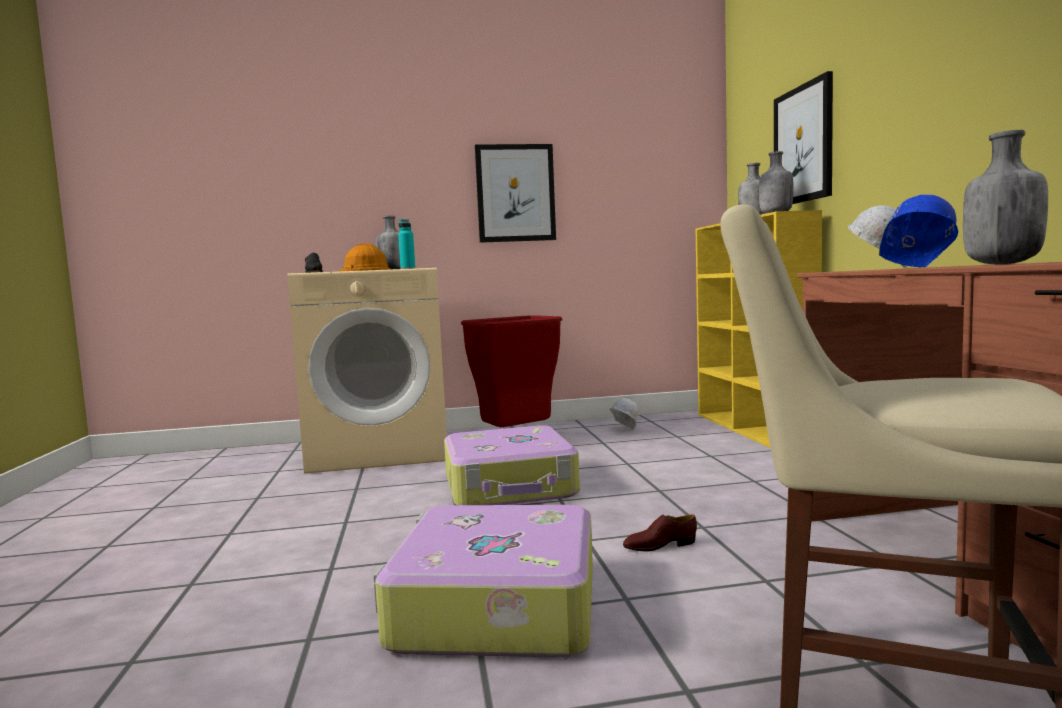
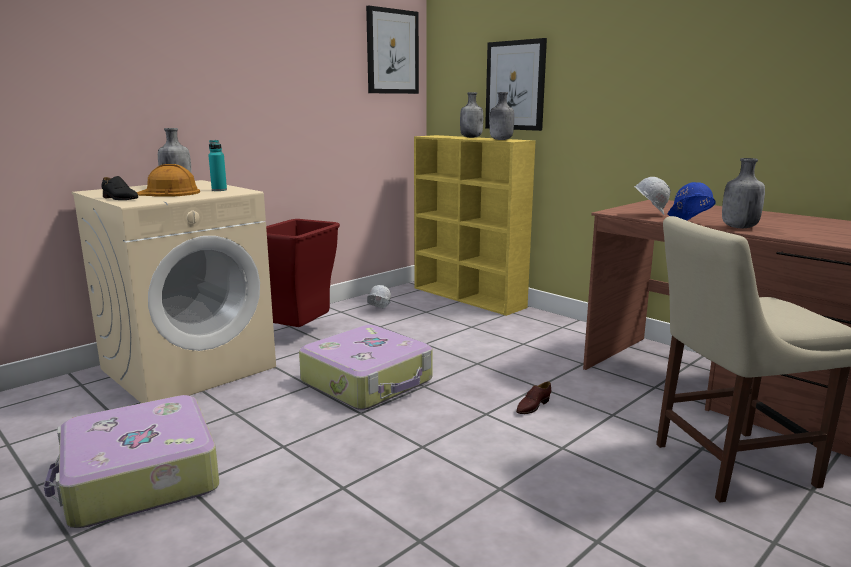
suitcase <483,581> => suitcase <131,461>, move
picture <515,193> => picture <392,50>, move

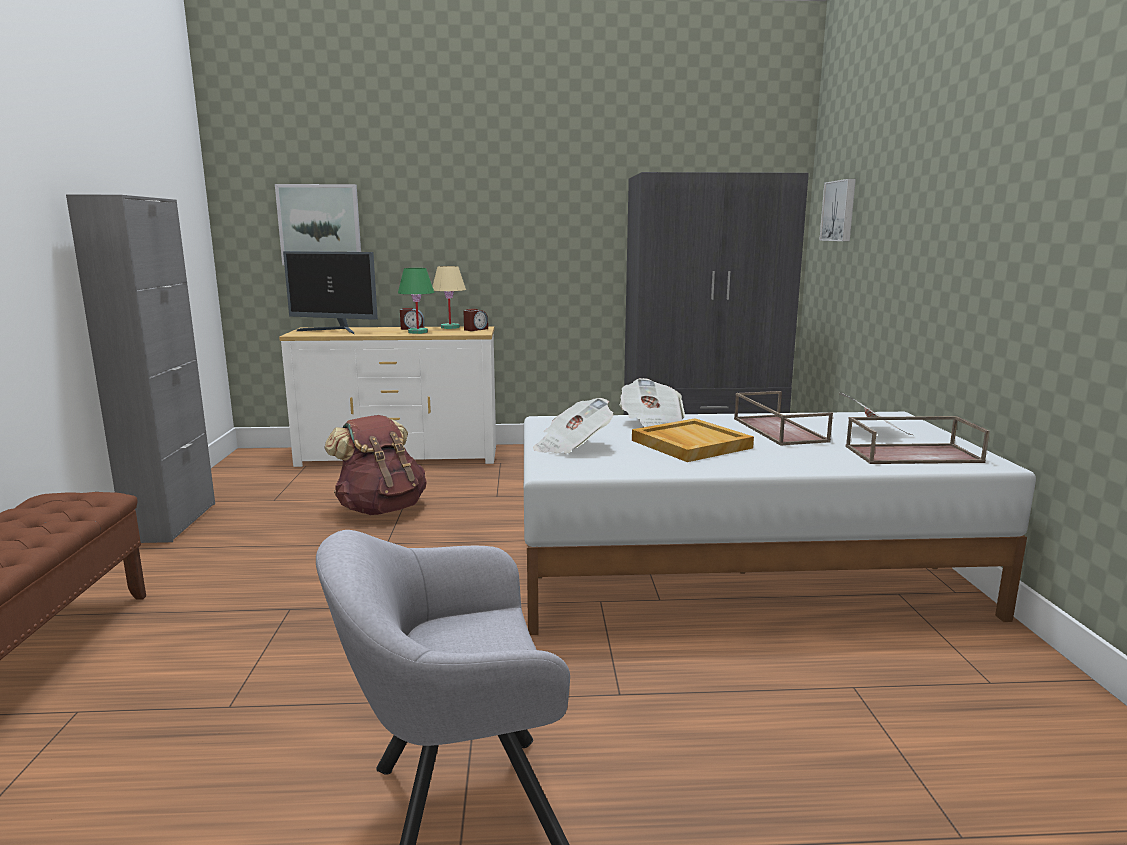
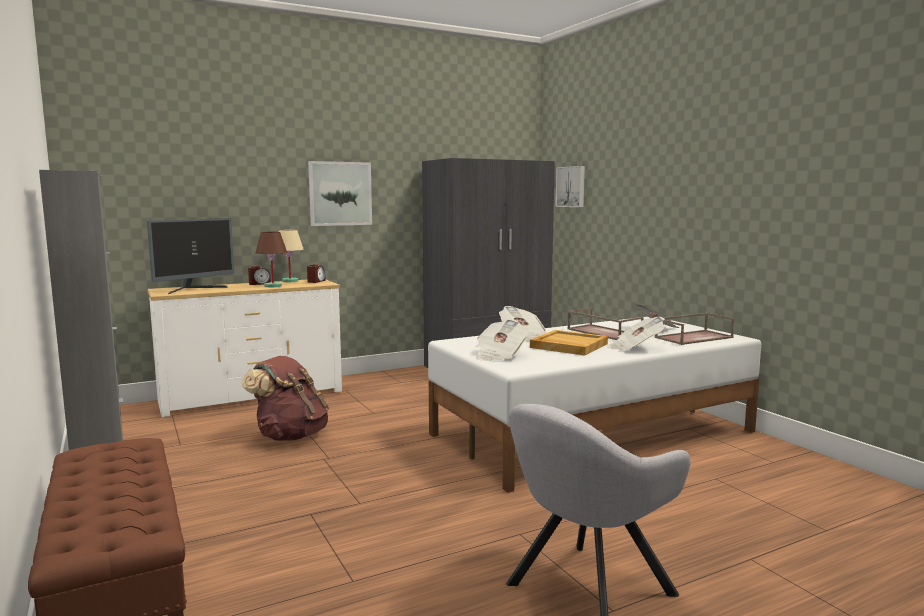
monitor <330,292> => monitor <190,256>, 45 degrees counterclockwise
green table lamp <416,301> => brown table lamp <271,259>
picture <318,224> => picture <340,193>, move
nothing => newspaper <636,333>

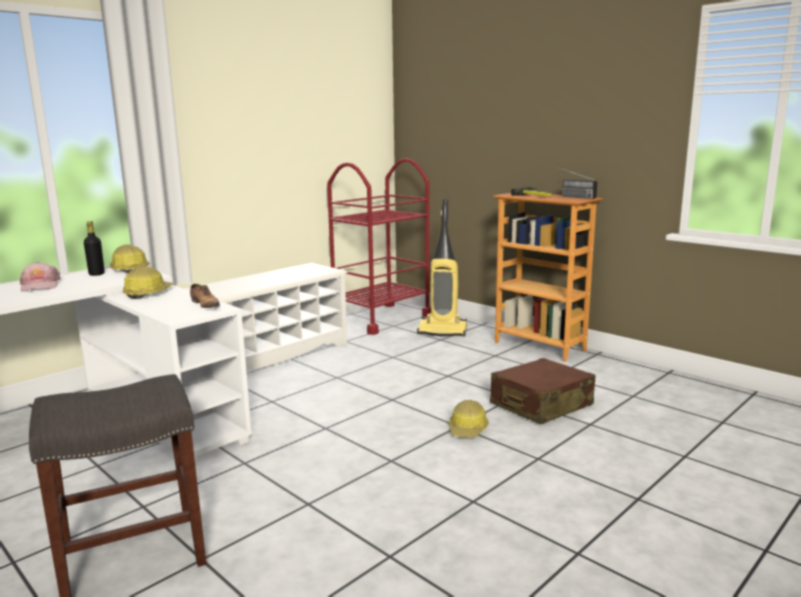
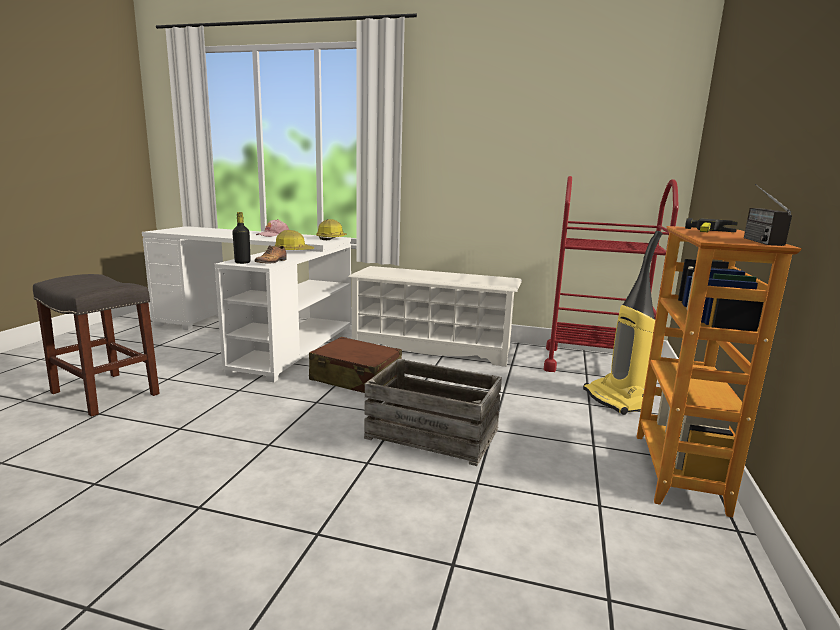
black bottle <94,248> => black bottle <241,238>, move
brown suitcase <542,391> => brown suitcase <355,365>, move
nothing => crate <433,412>
hard hat <469,419> => nothing

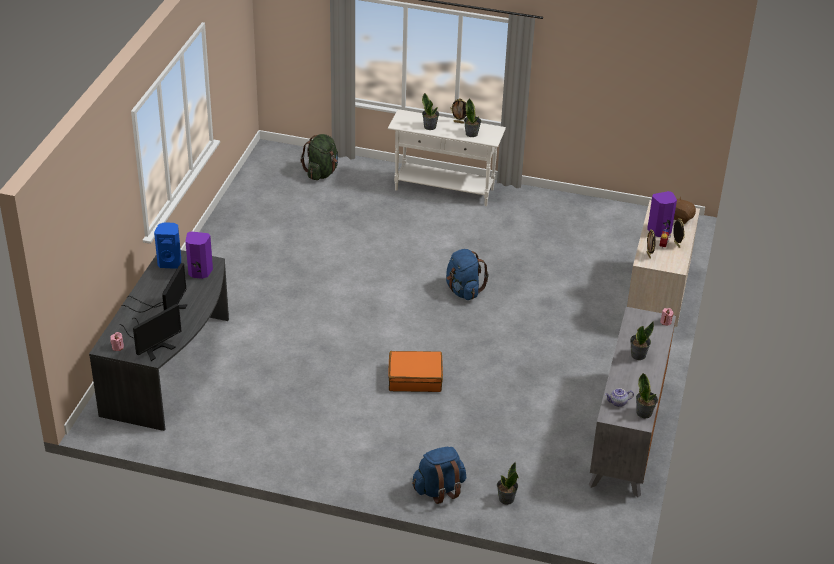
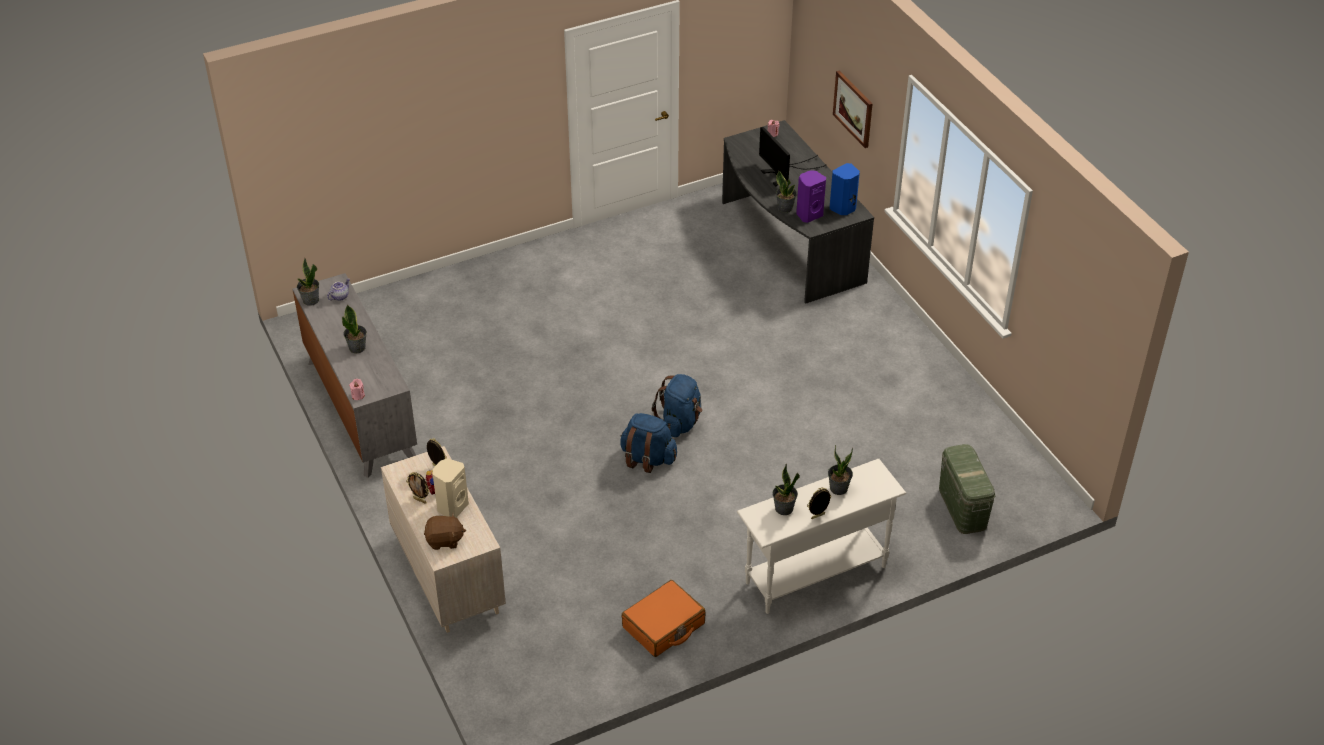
purple speaker <662,214> => beige speaker <451,488>
orange suitcase <415,371> => orange suitcase <663,618>, move
blue backpack <439,475> => blue backpack <677,405>, move
potted plant <508,483> => potted plant <786,191>, move
nothing => picture <852,109>
green backpack <319,157> => green storage box <967,489>
monitor <150,332> => nothing

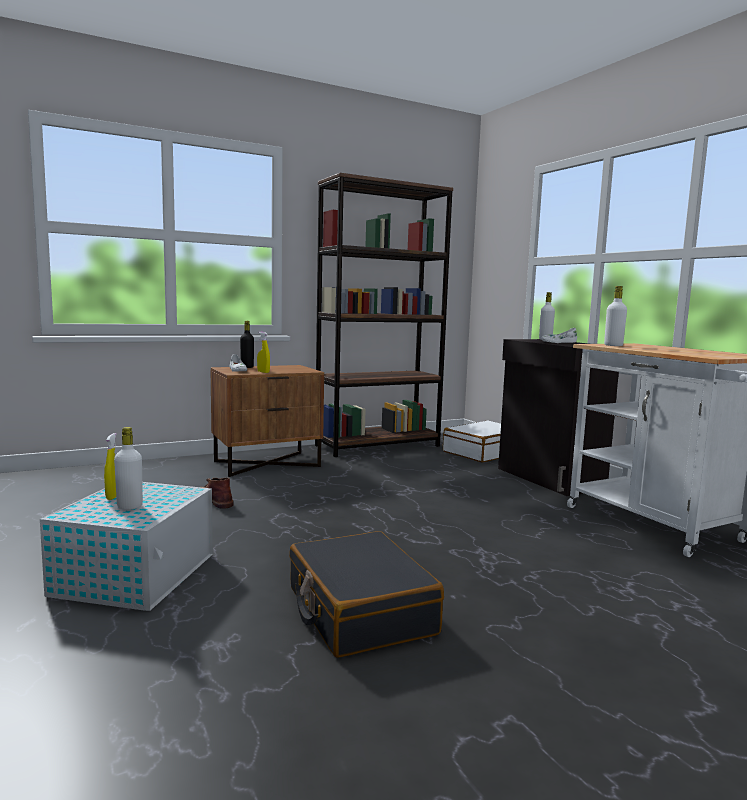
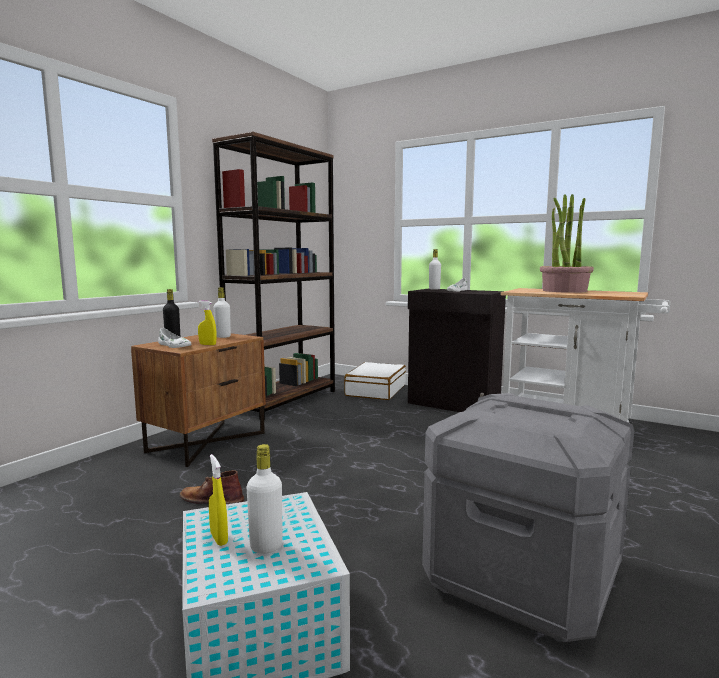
white bottle <615,316> => white bottle <222,312>, move
black suitcase <366,594> => grey storage box <528,517>
nothing => potted plant <567,243>

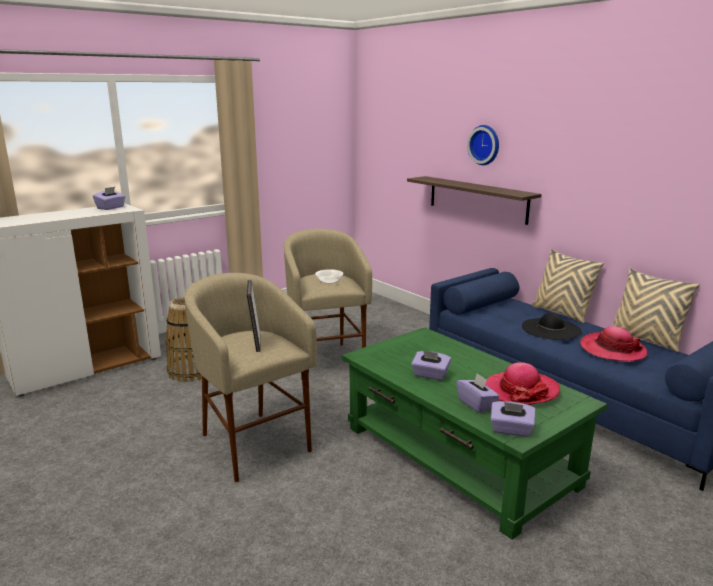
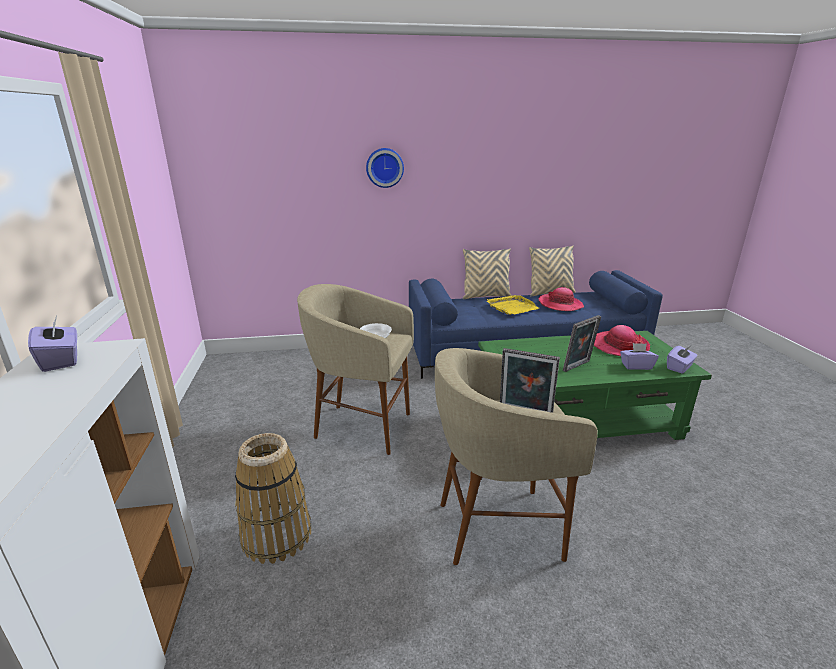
black hat <552,326> => yellow tray <513,305>
purple tissue box <431,365> => picture frame <582,343>
shelf <474,200> => nothing

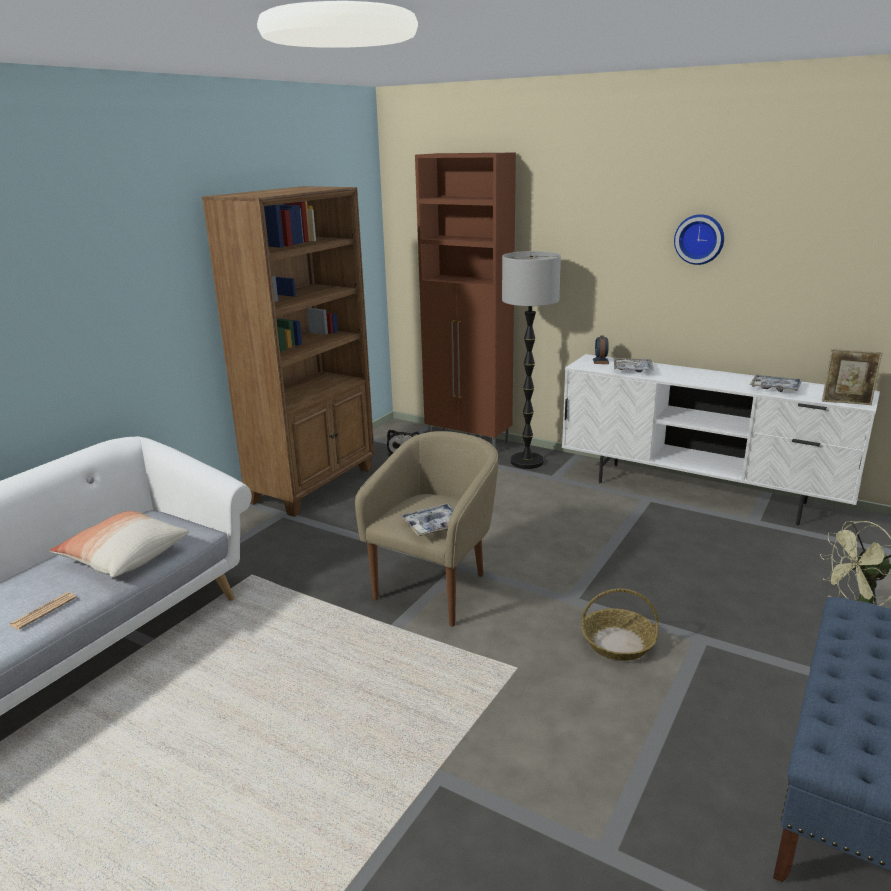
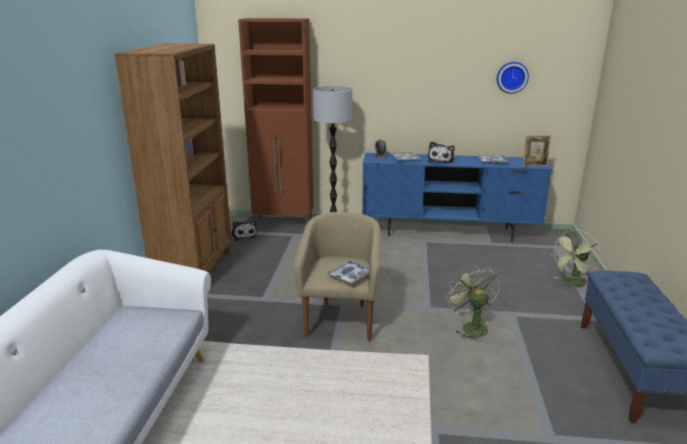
white tv stand <721,440> => blue tv stand <457,197>
nothing => plush toy <441,153>
basket <620,625> => green fan <473,303>
wall clock <699,239> => wall clock <513,78>, move
newspaper <43,611> => nothing
pillow <119,544> => nothing

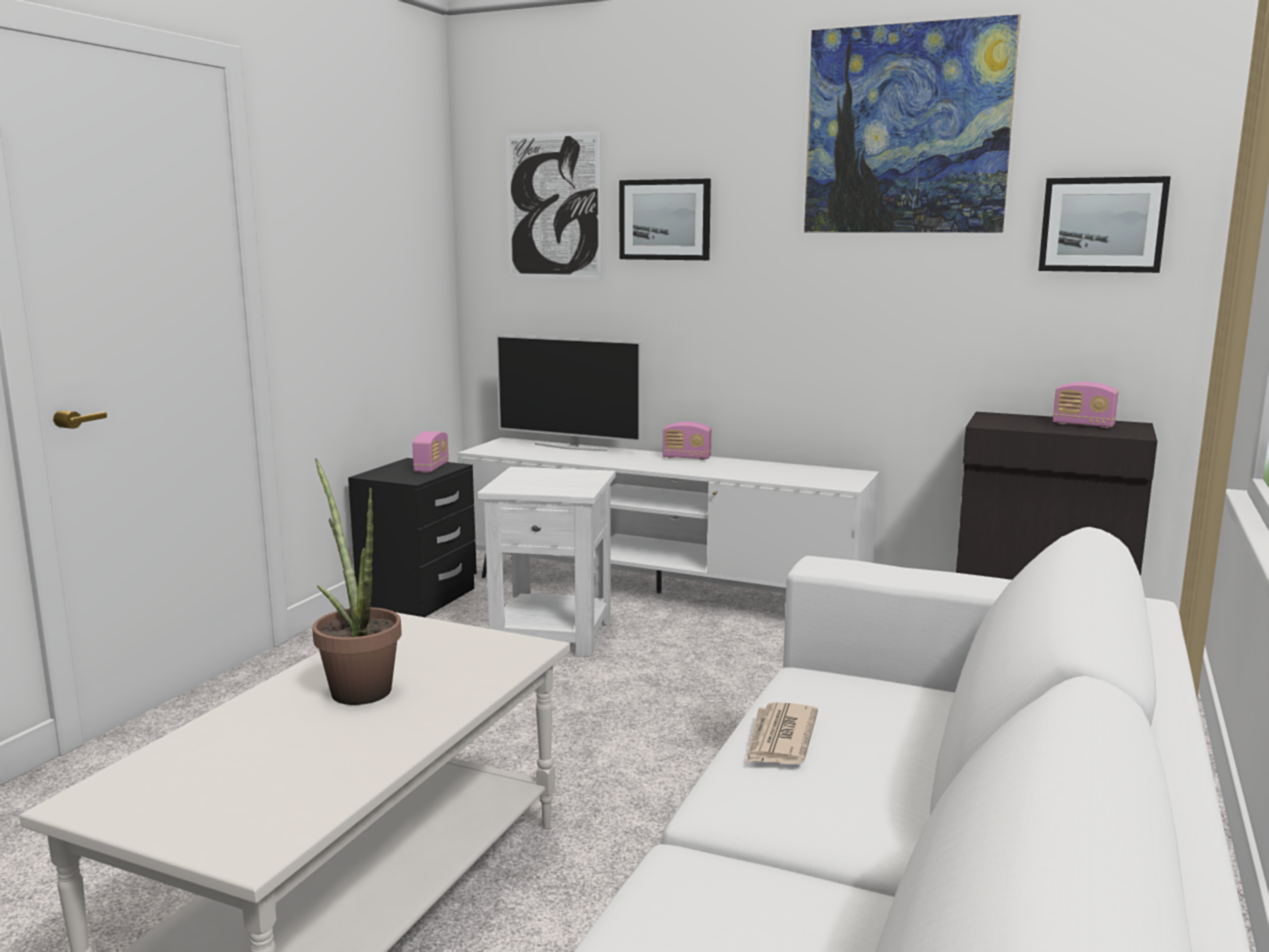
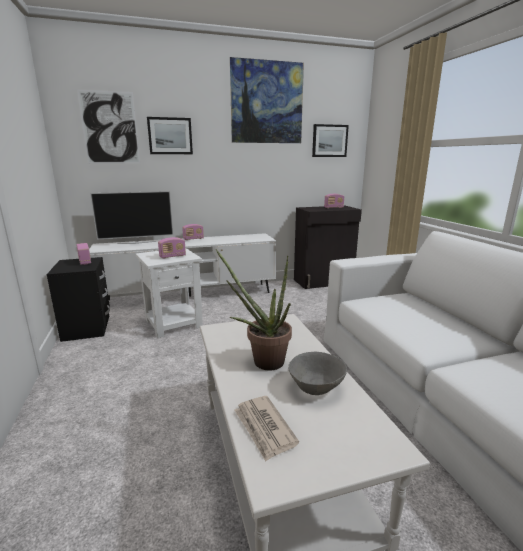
nothing => radio <172,247>
newspaper <782,733> => newspaper <266,428>, move
nothing => grey bowl <317,373>

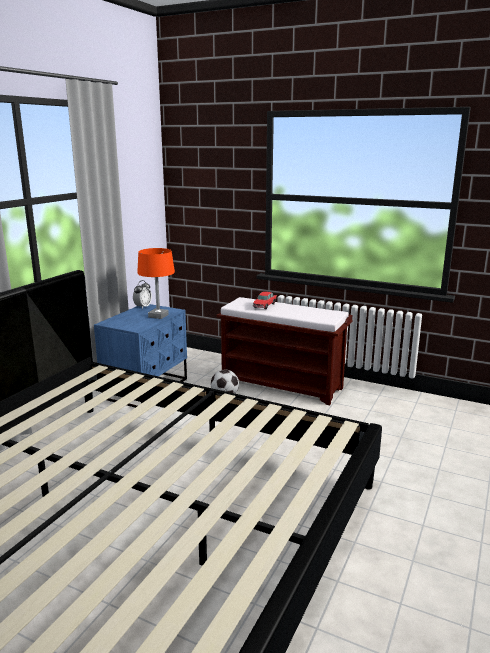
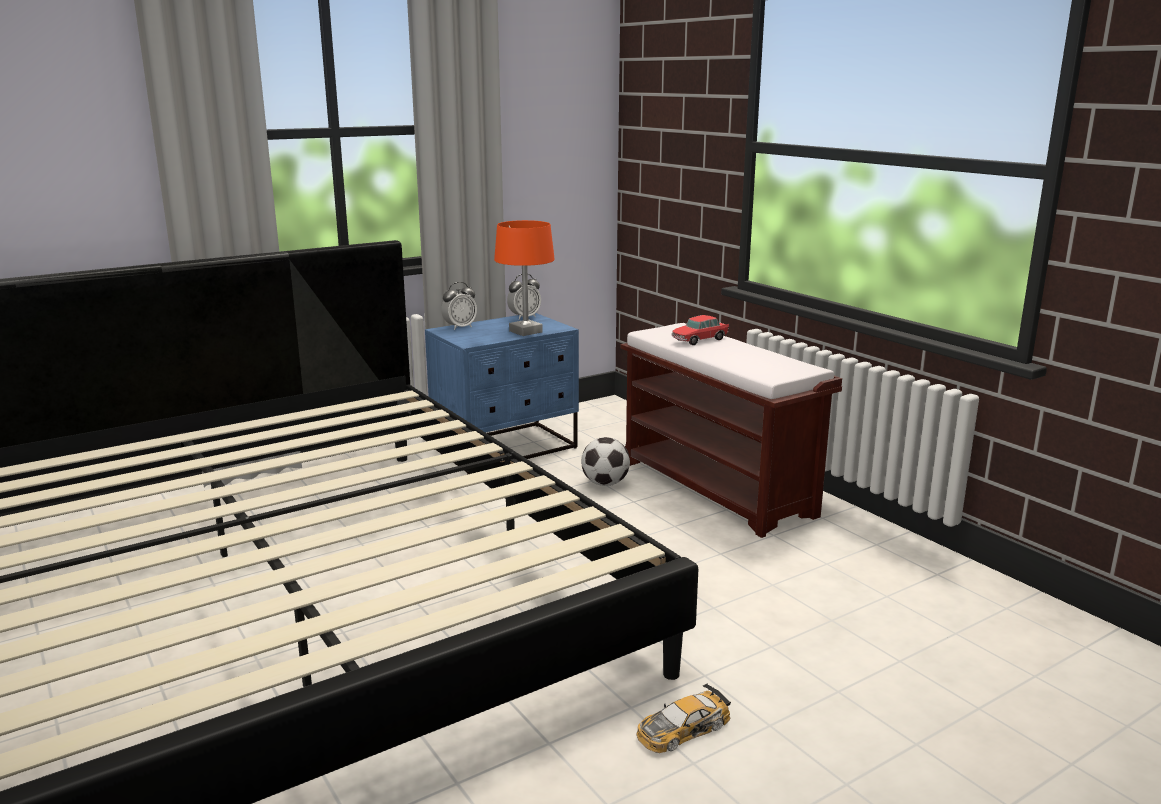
nothing => alarm clock <459,306>
nothing => toy car <683,718>

